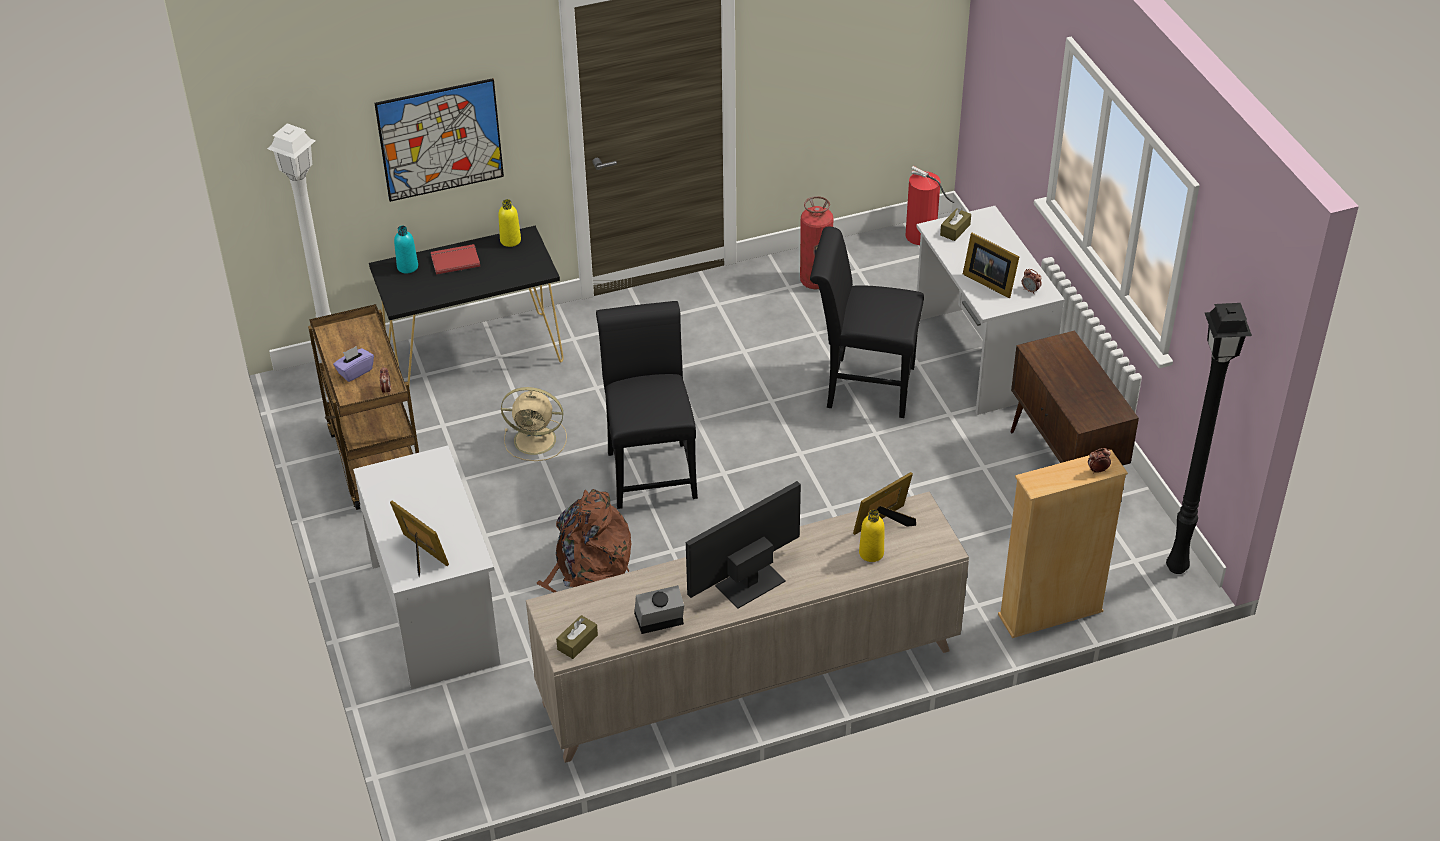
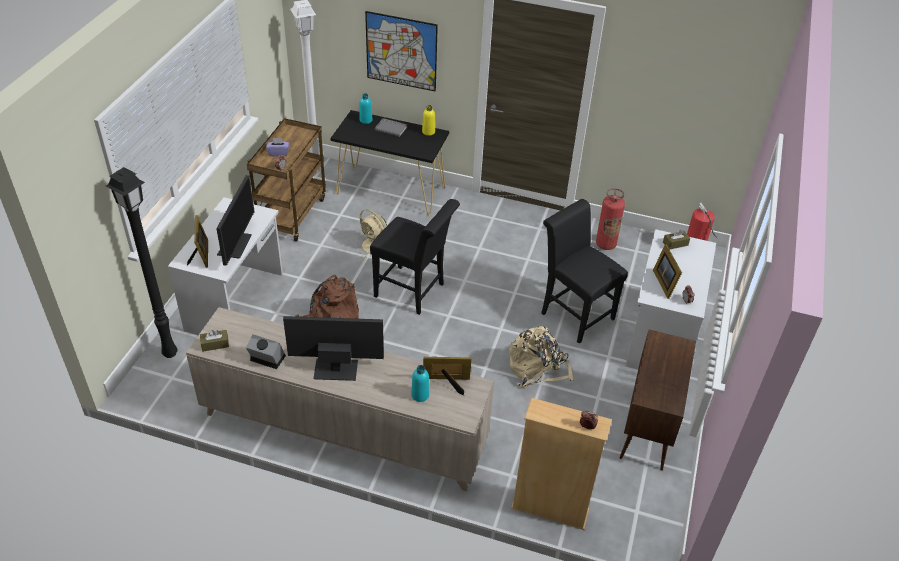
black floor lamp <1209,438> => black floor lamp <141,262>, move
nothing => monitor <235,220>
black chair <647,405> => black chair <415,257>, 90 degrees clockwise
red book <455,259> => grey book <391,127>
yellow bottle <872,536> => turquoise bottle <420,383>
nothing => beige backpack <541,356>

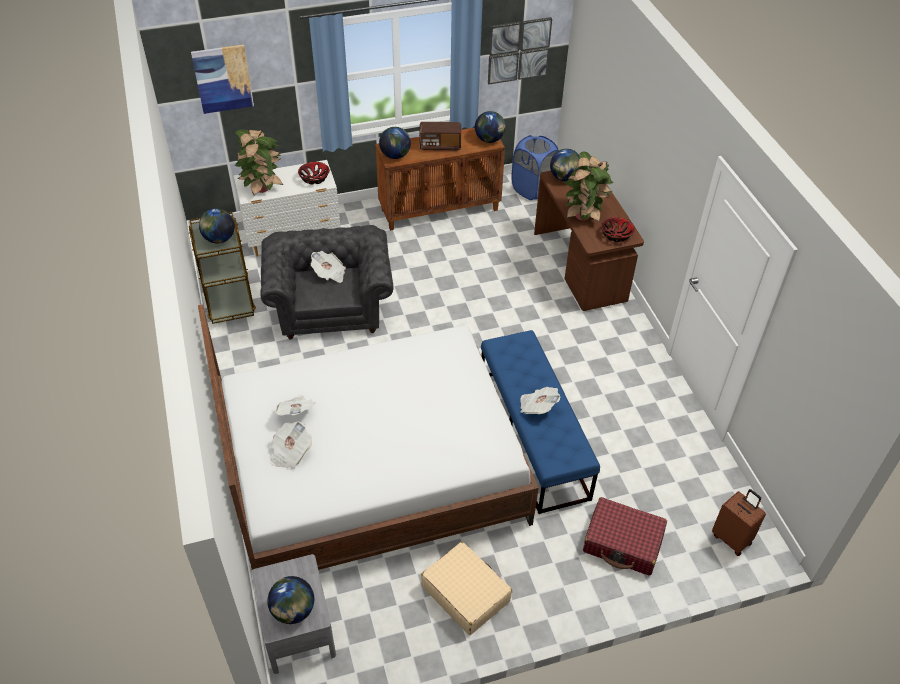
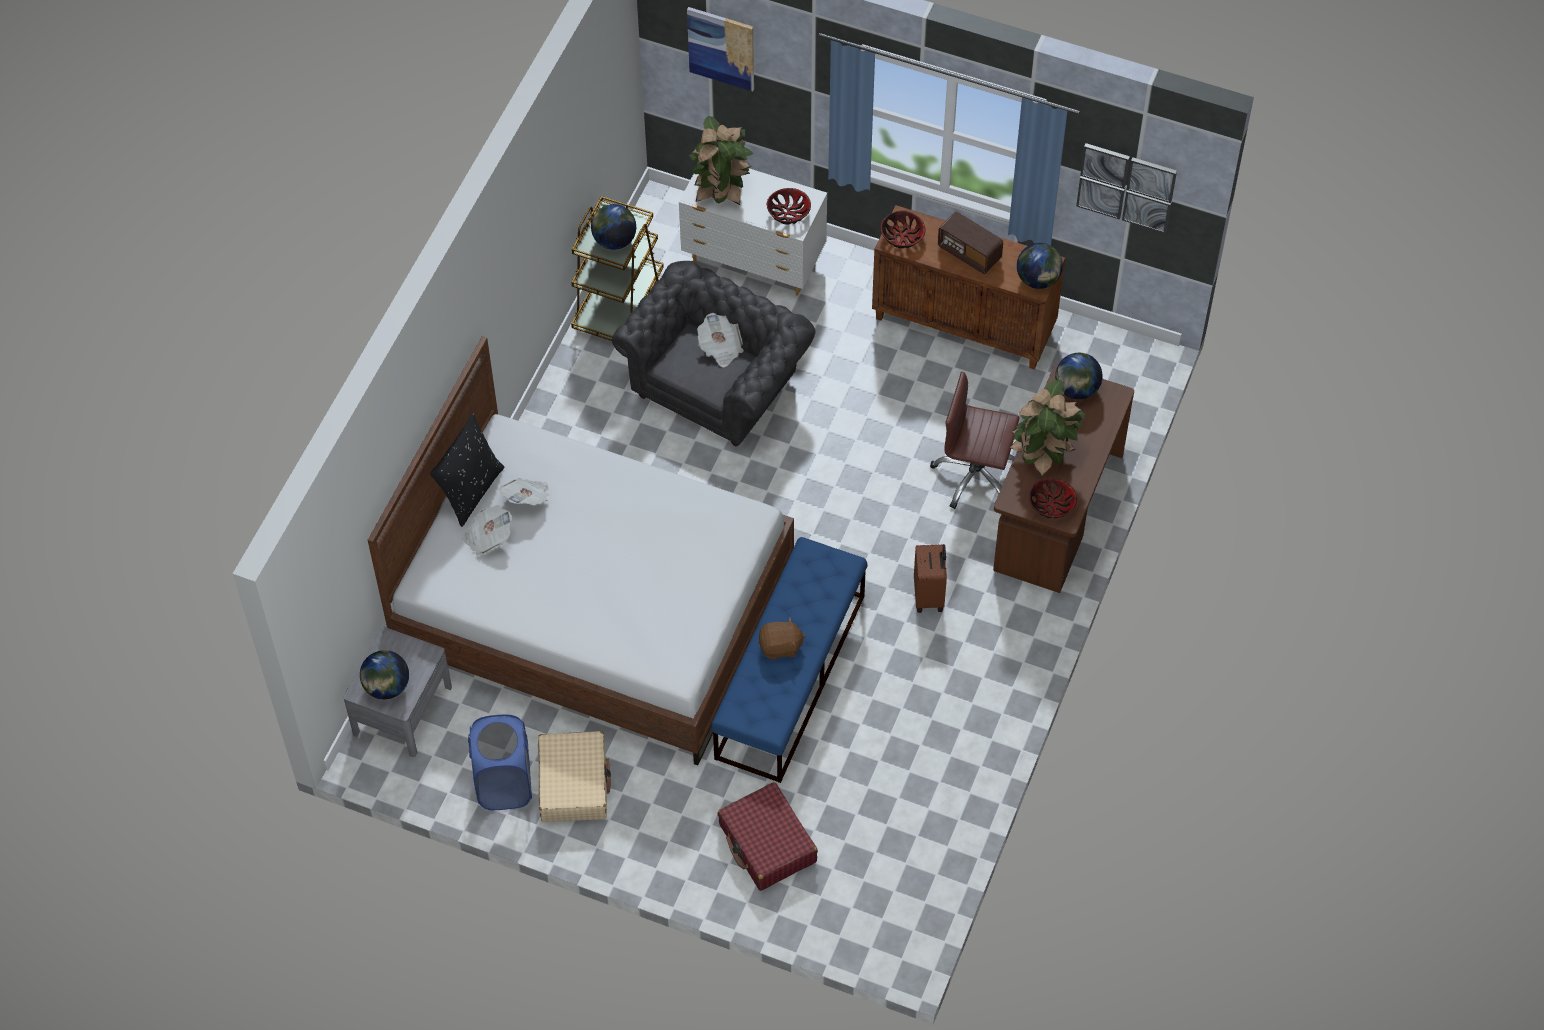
nothing => black pillow <467,470>
blue laundry basket <535,167> => blue laundry basket <500,762>, move
newspaper <540,400> => brown plush toy <782,638>
globe <395,143> => bowl <902,229>
brown suitcase <739,522> => brown suitcase <930,578>, move
nothing => brown office chair <975,440>

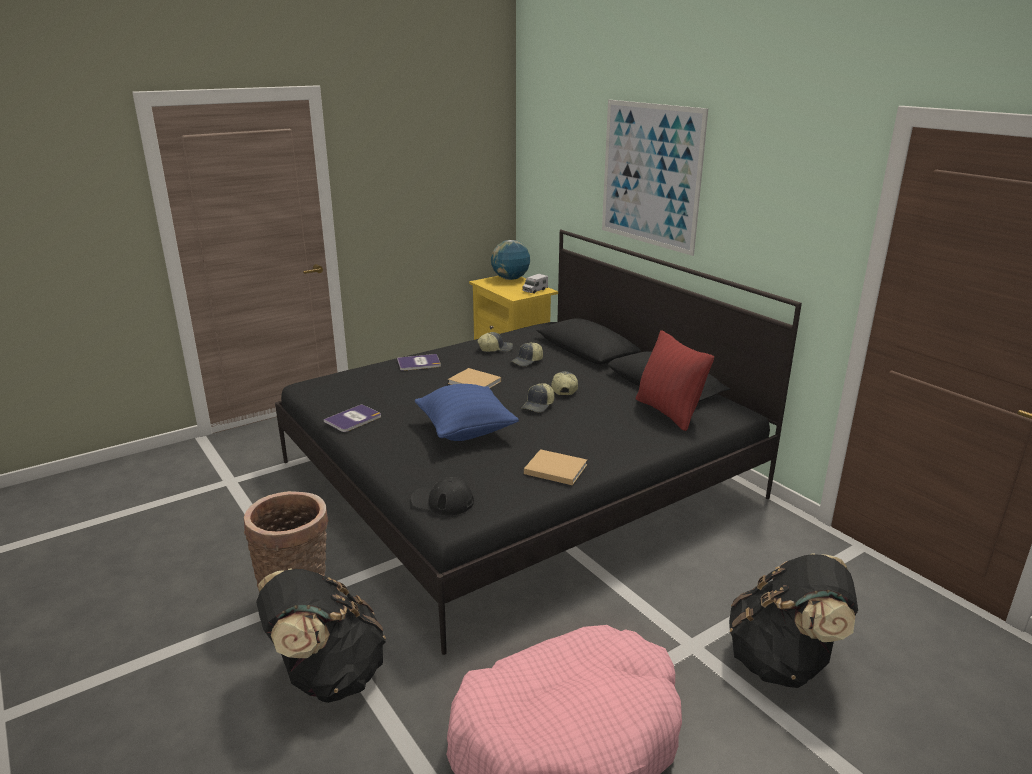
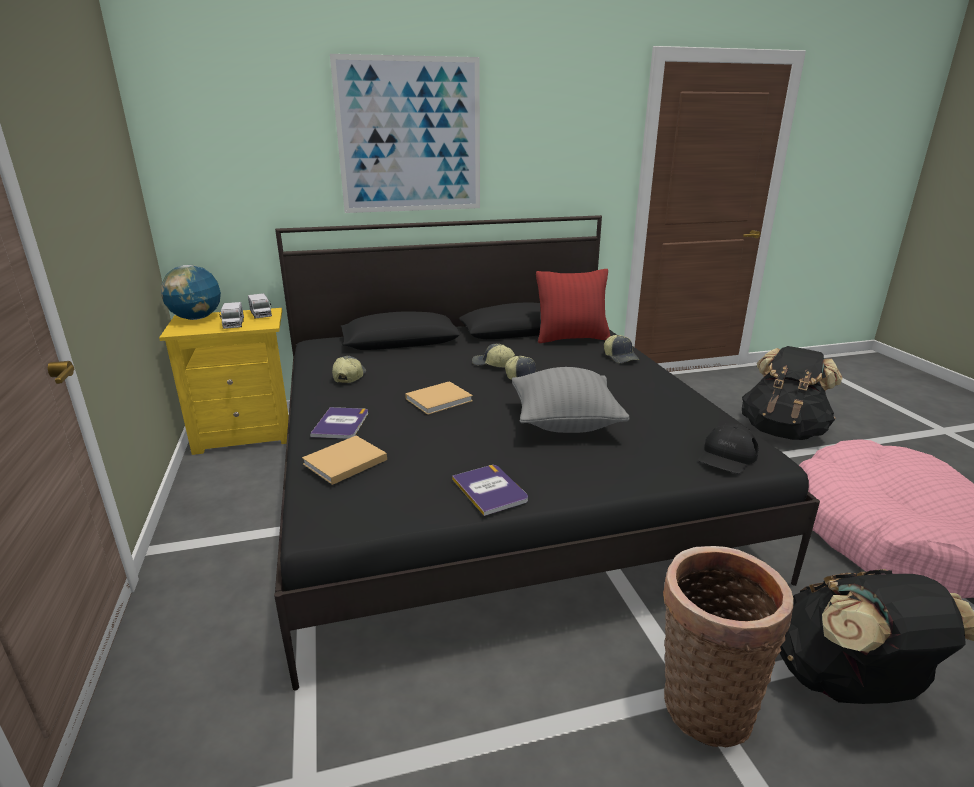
nothing => toy truck <231,315>
beige book <555,467> => beige book <344,460>, move
blue pillow <467,412> => grey pillow <570,400>
cap <526,354> => cap <621,349>, move

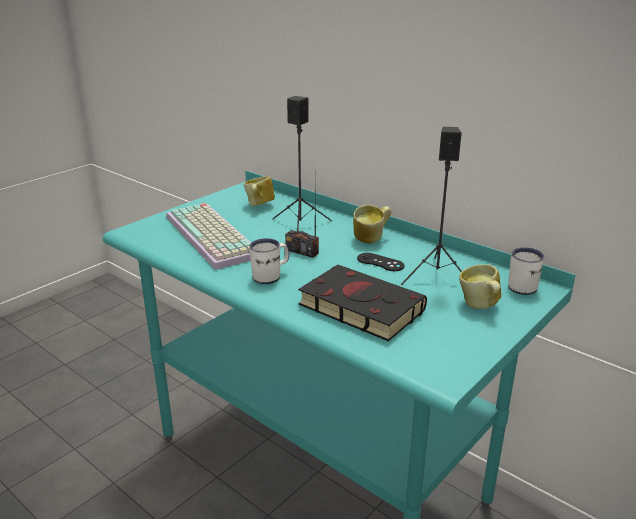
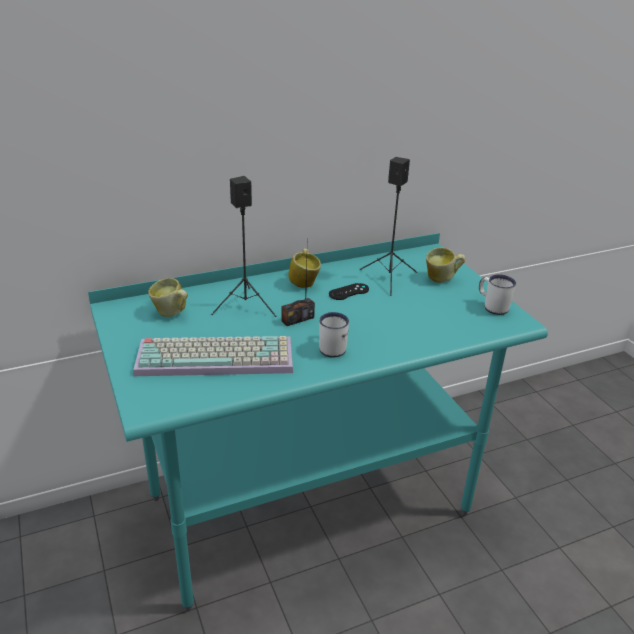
white mug <526,271> => white mug <497,295>, move
black book <362,303> => nothing

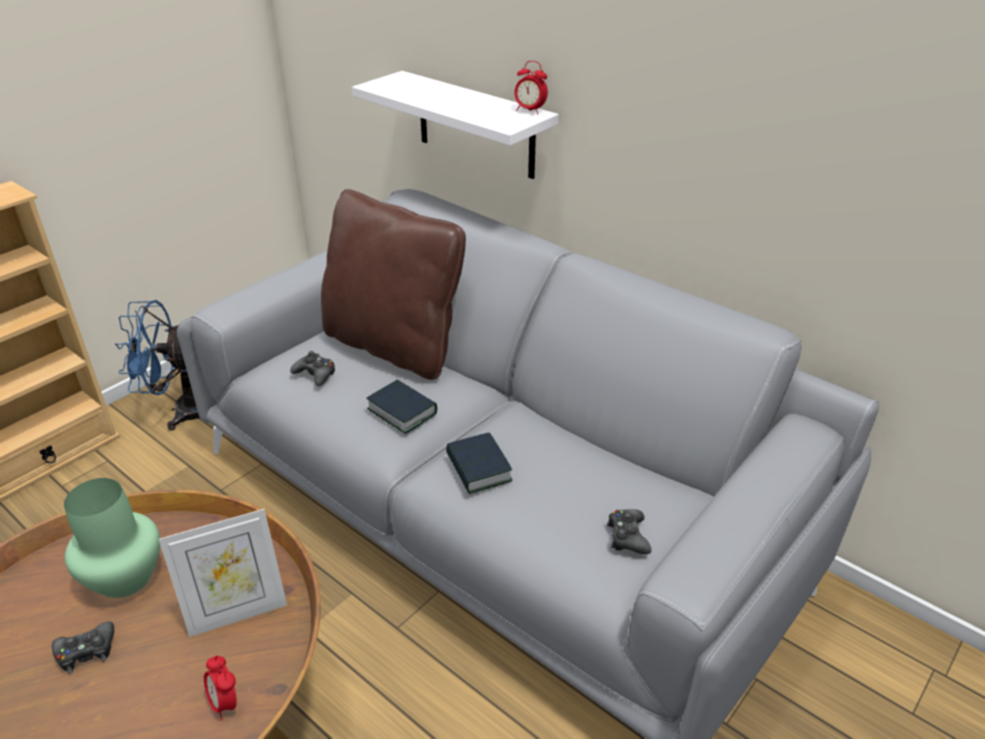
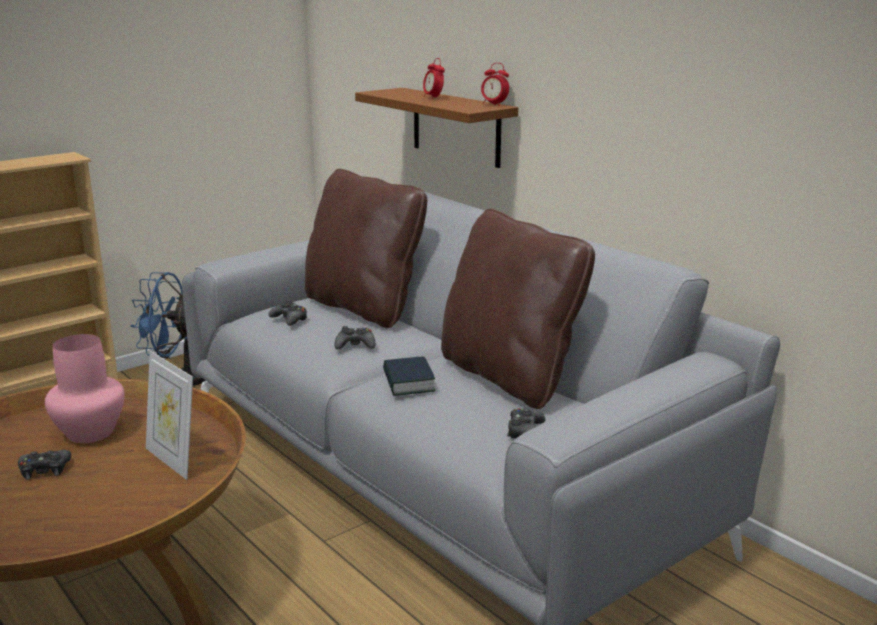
green vase <112,538> => pink vase <85,388>
picture frame <223,573> => picture frame <169,415>, 60 degrees clockwise
book <402,407> => black game controller <355,337>
white shelf <455,125> => brown shelf <436,128>
alarm clock <220,688> => alarm clock <434,78>, move
nothing => brown pillow <518,309>

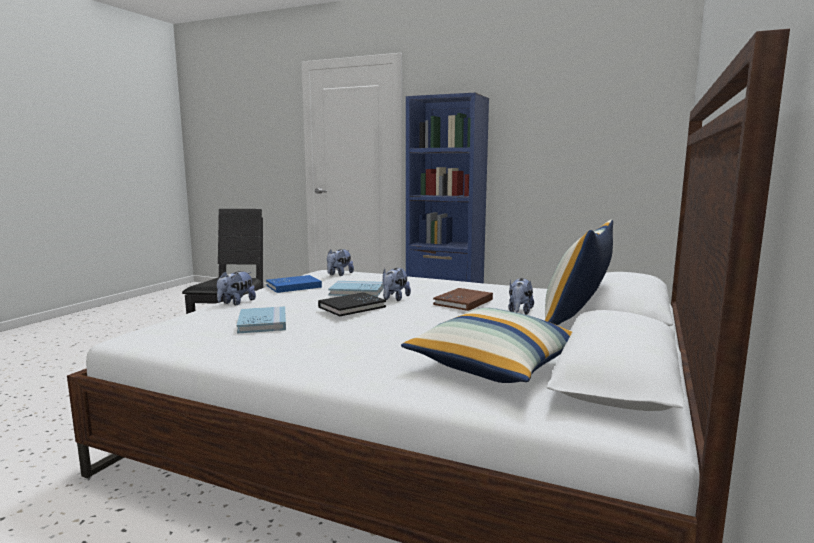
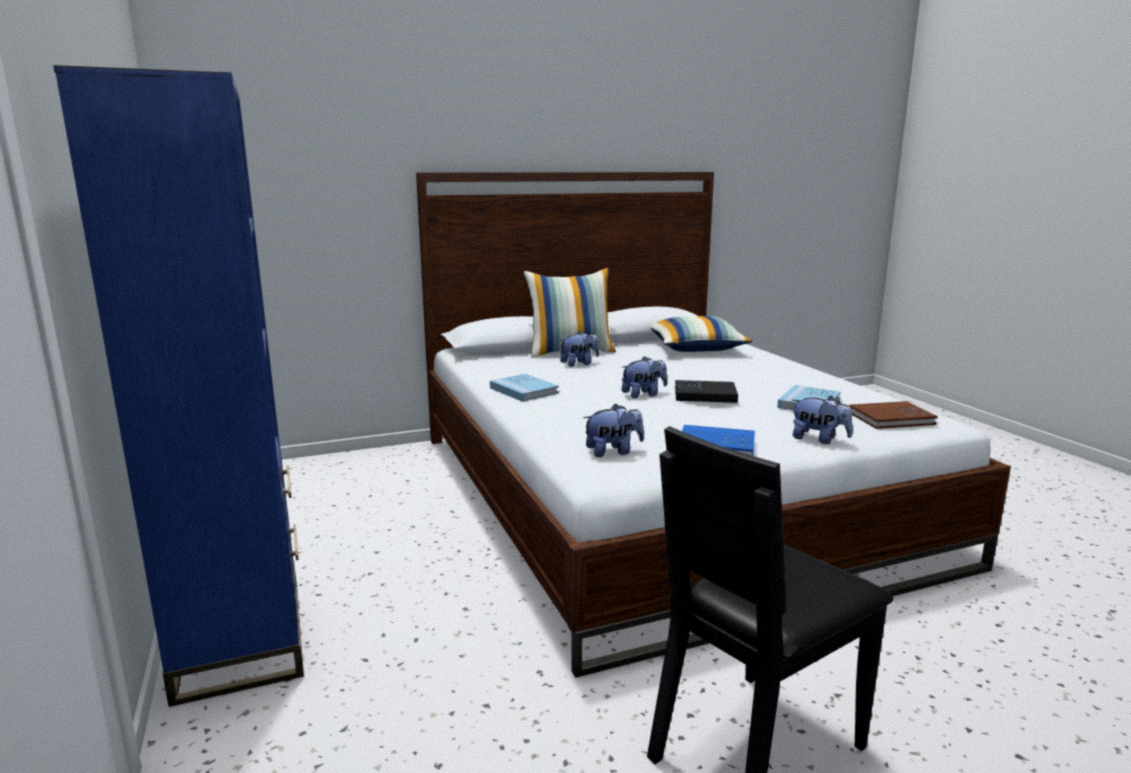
blue book <356,289> => blue book <524,388>, move
plush toy <236,288> => plush toy <822,420>, 45 degrees clockwise
brown book <463,299> => brown book <893,415>, move

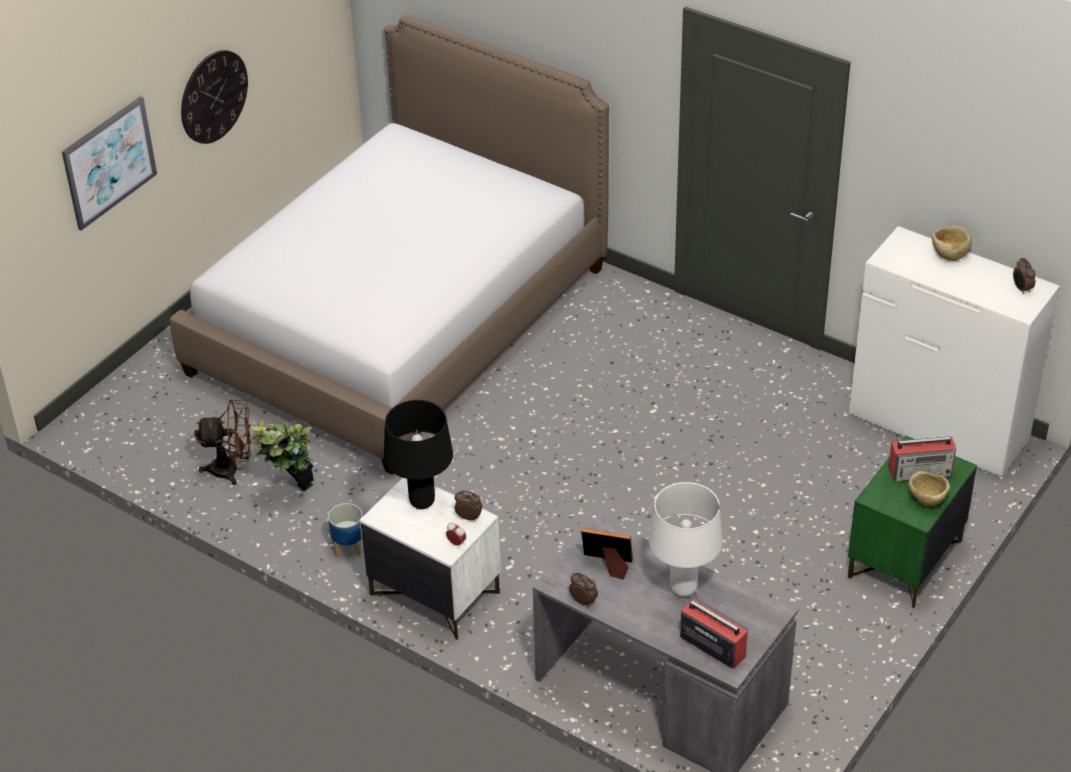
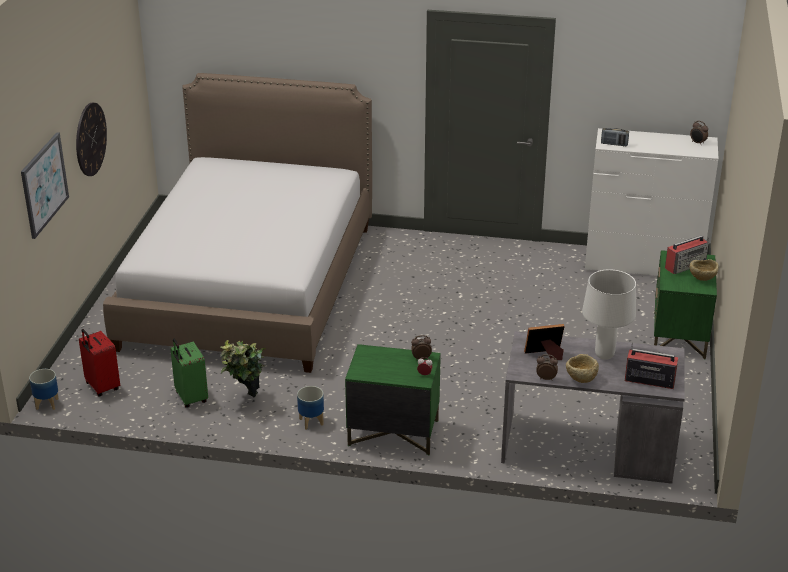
nothing => planter <44,389>
nothing => red suitcase <99,363>
brown fan <223,442> => green suitcase <189,373>
white nightstand <430,559> => green nightstand <393,399>
beige bowl <952,243> => beige bowl <582,368>, move
nothing => radio <615,137>
black table lamp <418,454> => nothing

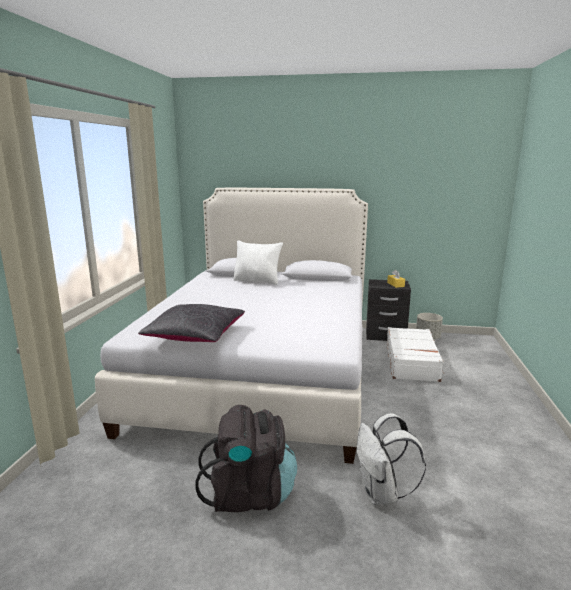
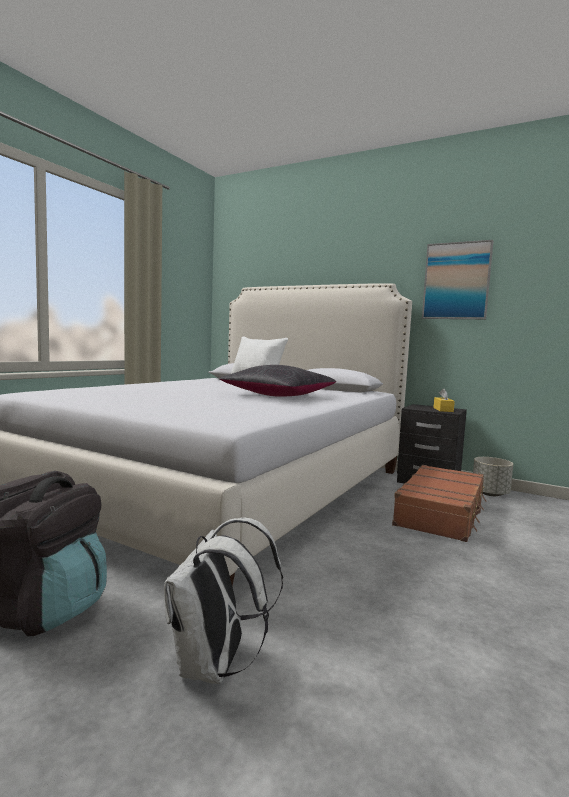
black pillow <191,323> => black pillow <278,381>, move
white suitcase <415,354> => brown suitcase <439,503>
nothing => picture <457,279>

